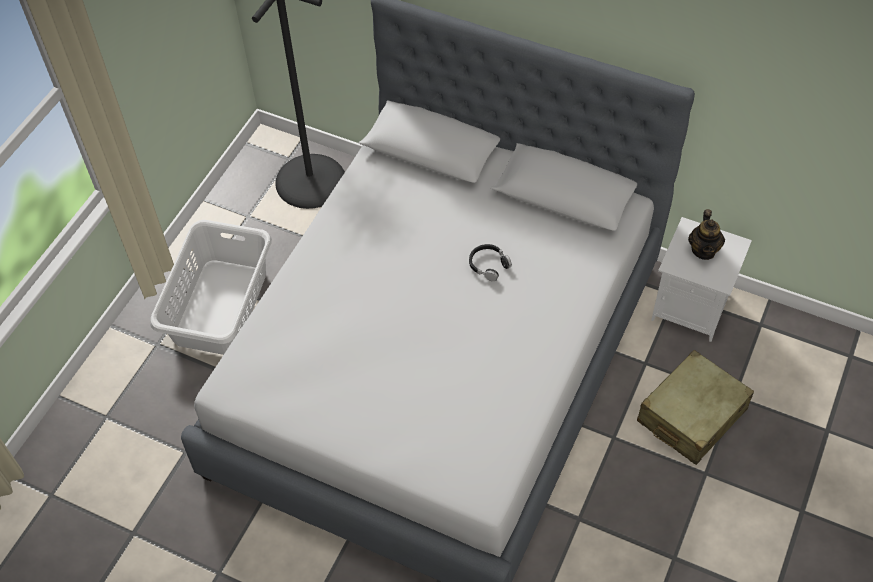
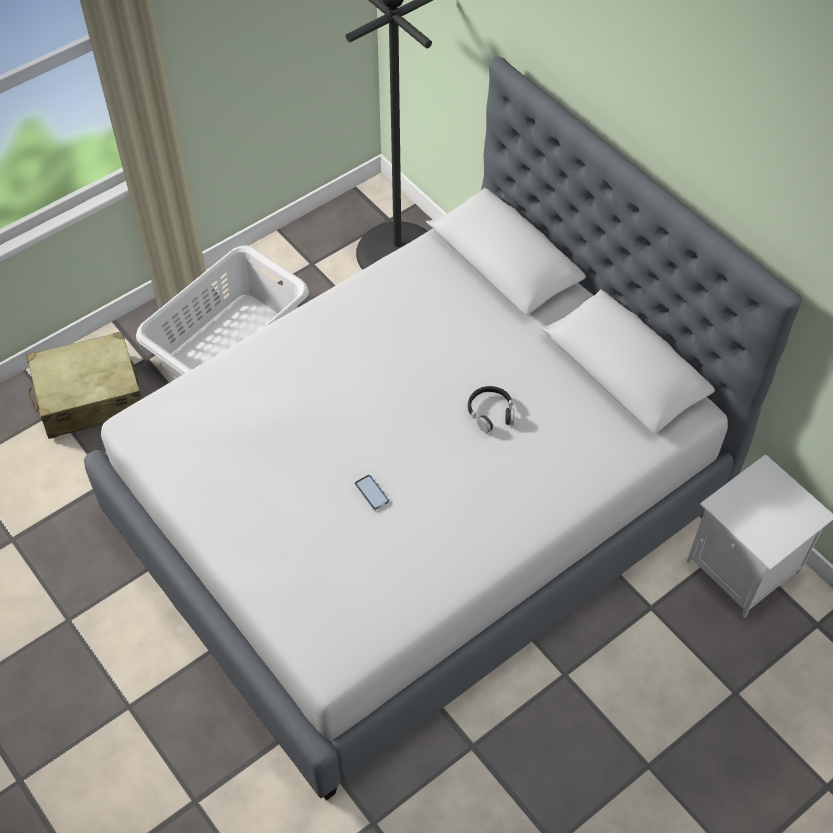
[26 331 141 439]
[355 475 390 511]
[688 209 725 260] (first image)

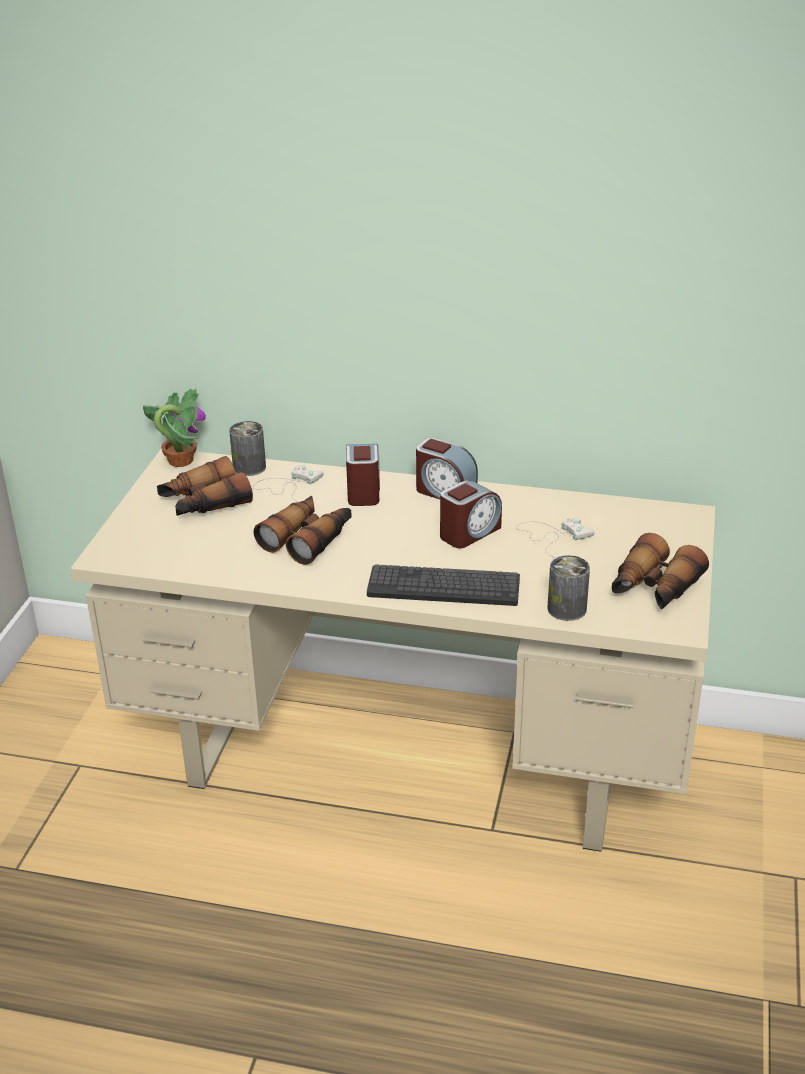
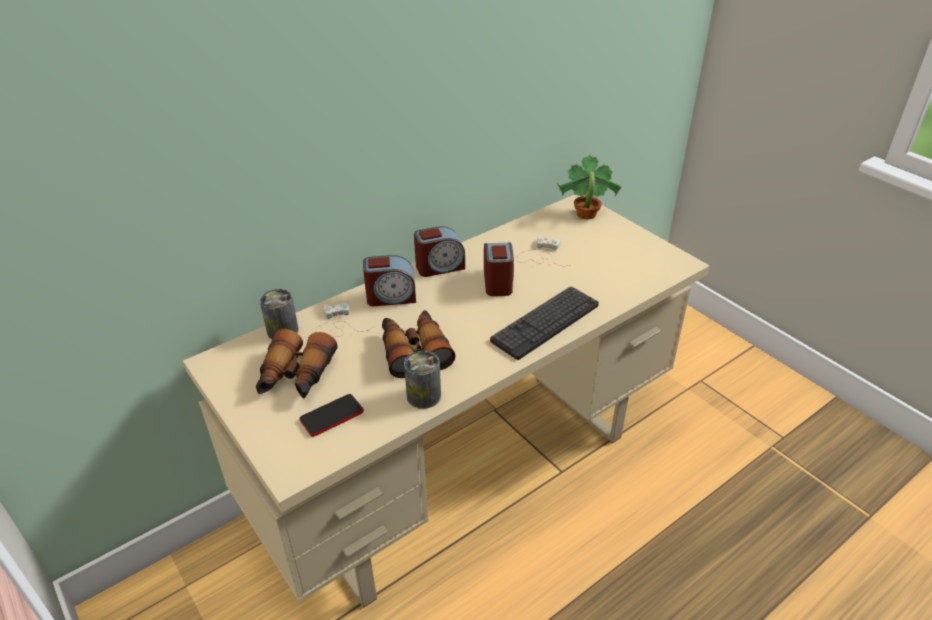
[299 394 364 437]
[363 255 416 306]
[404 351 441 409]
[556 155 623 220]
[612 533 709 609] (first image)

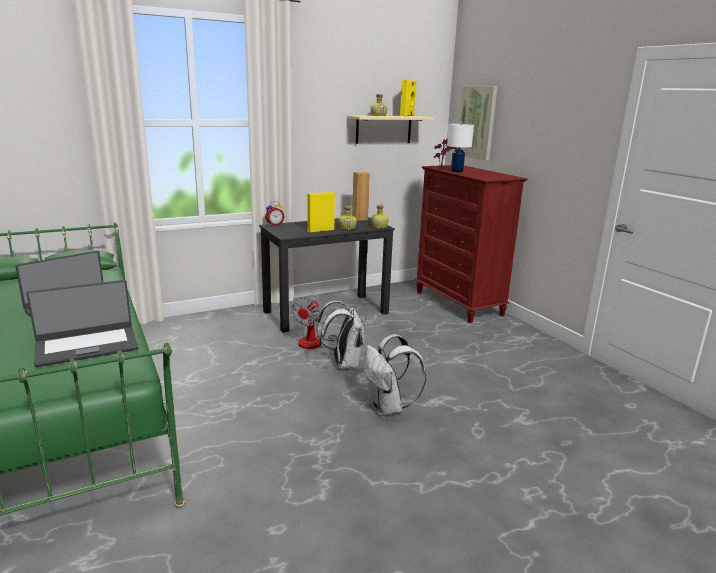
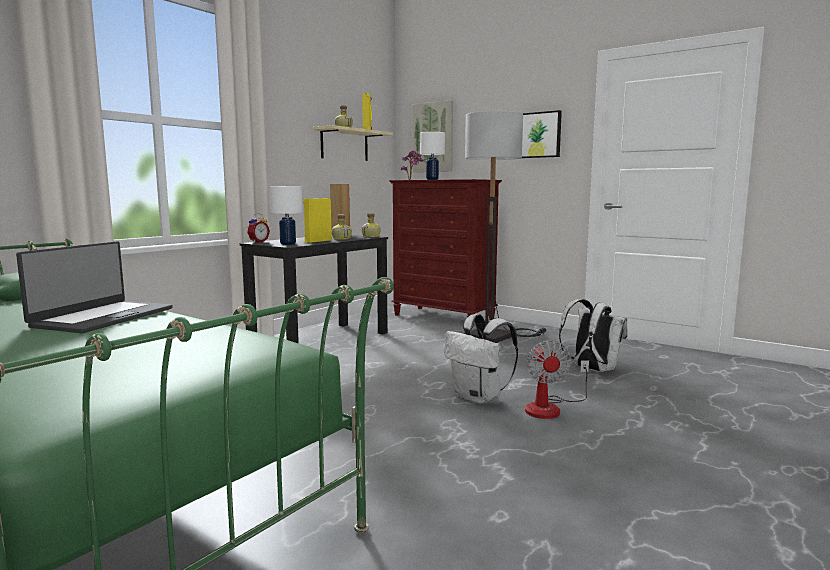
[270 185 303 245]
[464 111 546 343]
[522 110 562 158]
[525 340 589 419]
[559 299 628 372]
[26 280 138 367] (first image)

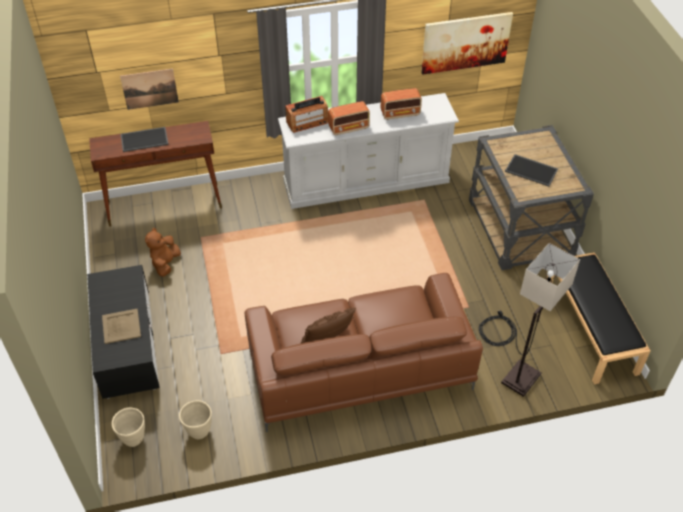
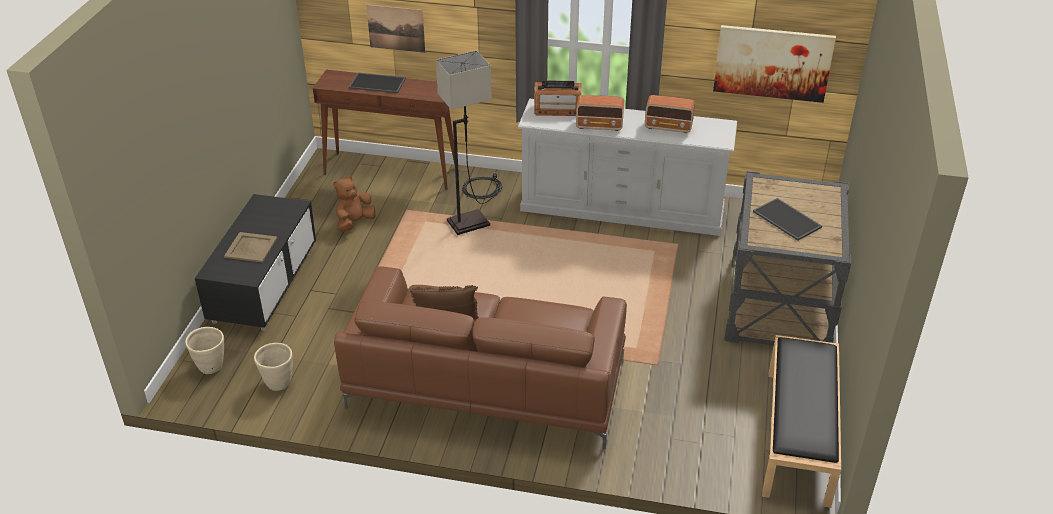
[436 50 502 235]

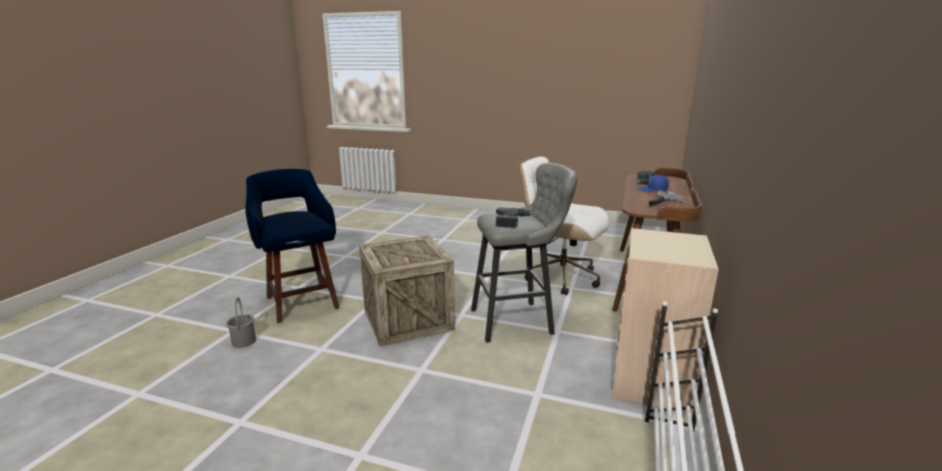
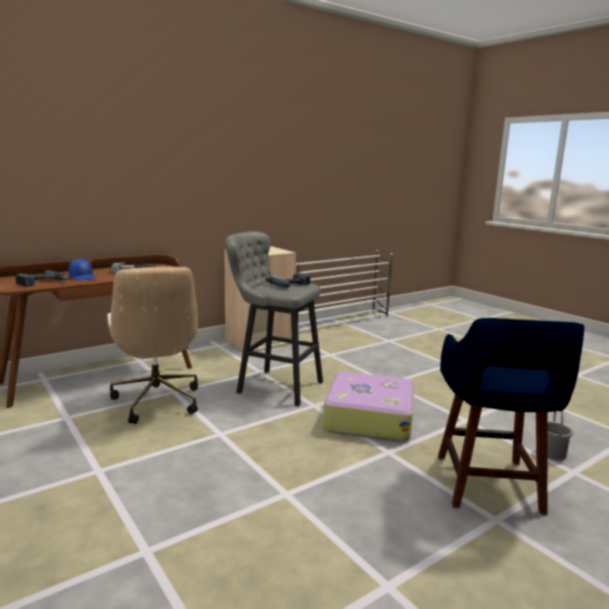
[323 372 415 442]

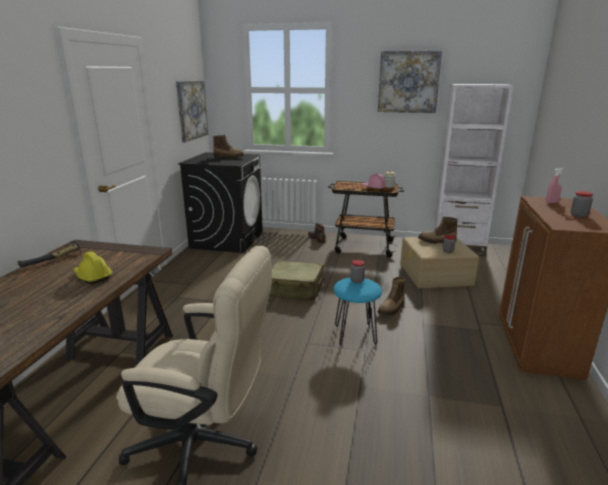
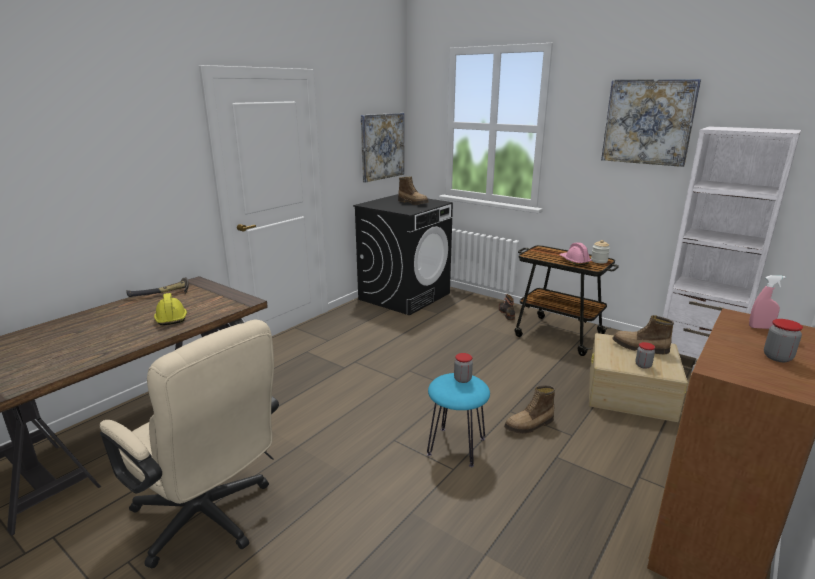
[269 261 324 300] (first image)

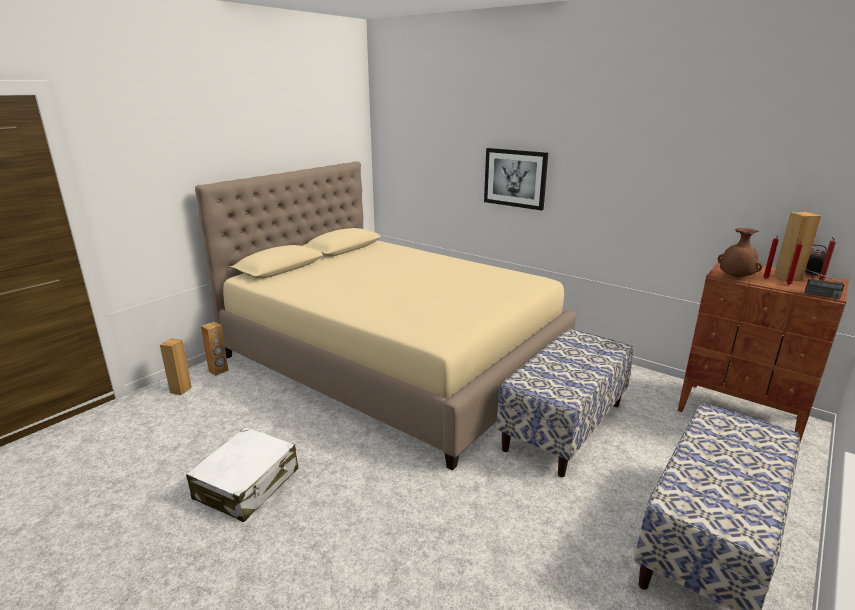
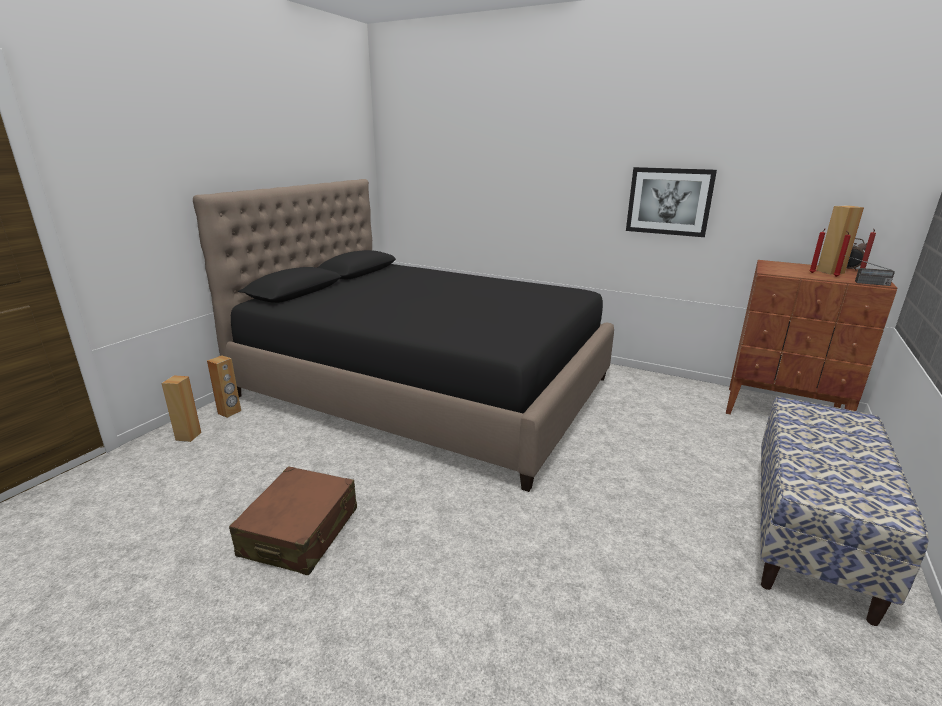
[193 179 614 492]
[229 466 357 575]
[626 167 717 237]
[497 329 633 477] (first image)
[718 228 763 277] (first image)

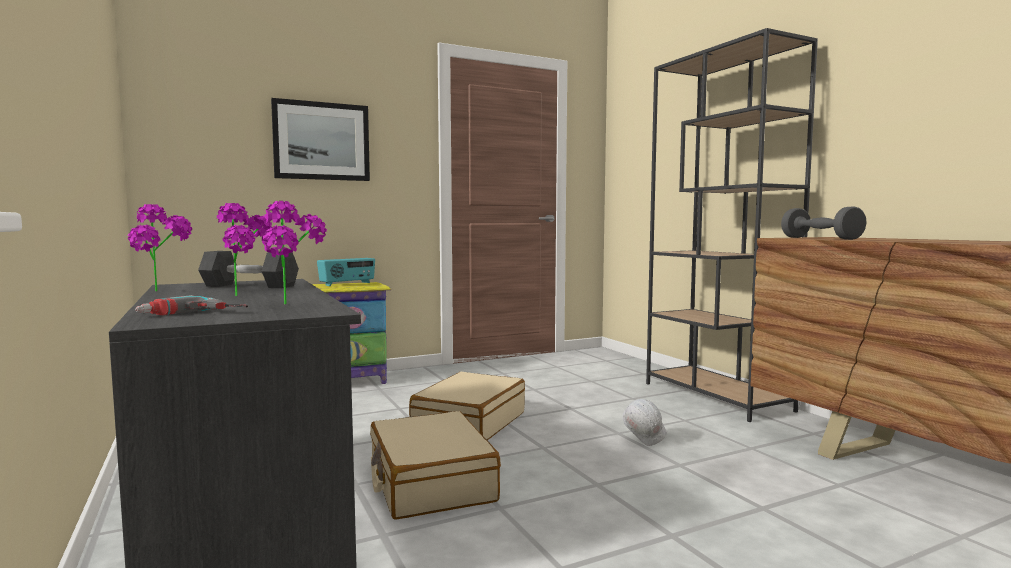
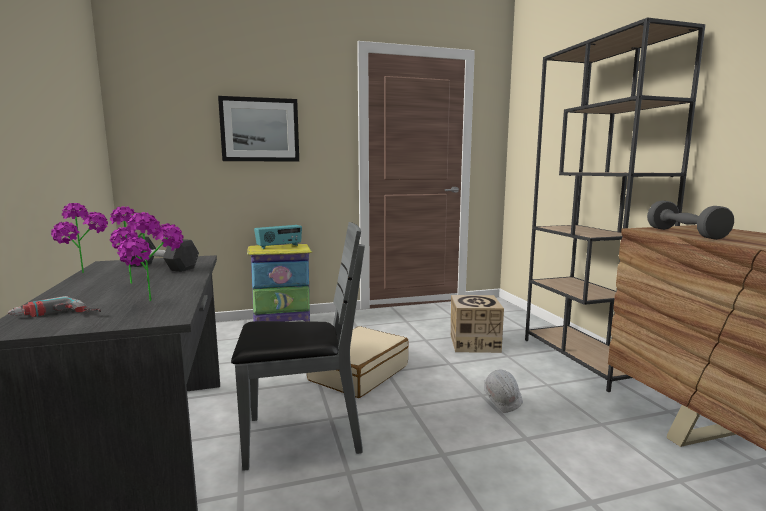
[231 222 365 471]
[451 295 504 353]

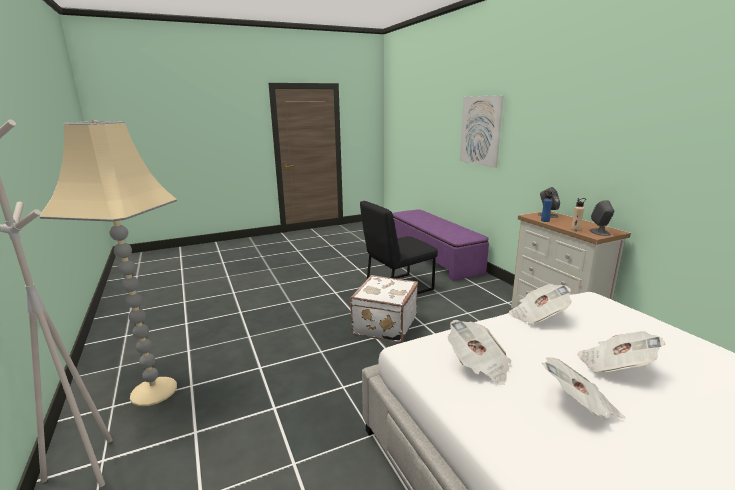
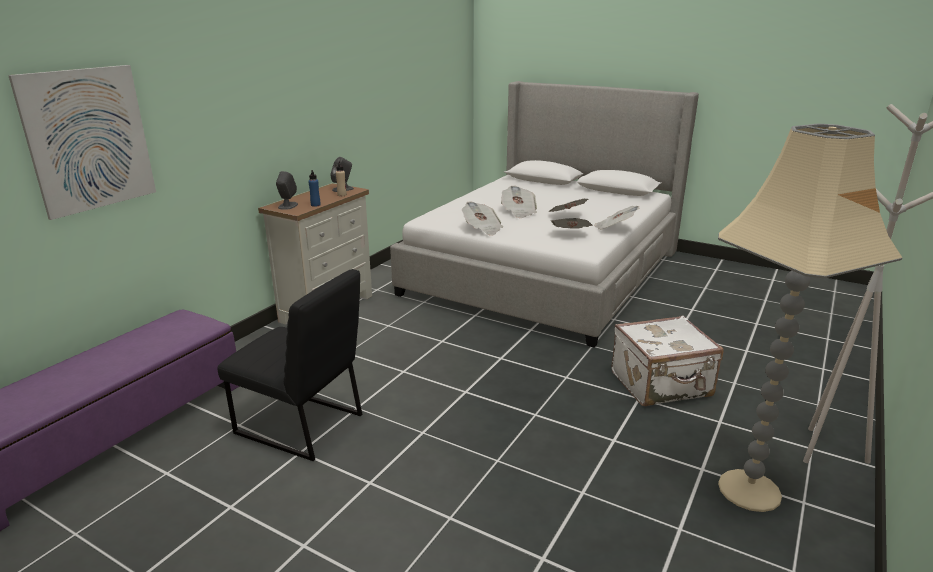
[594 206 640 230]
[612 315 724 406]

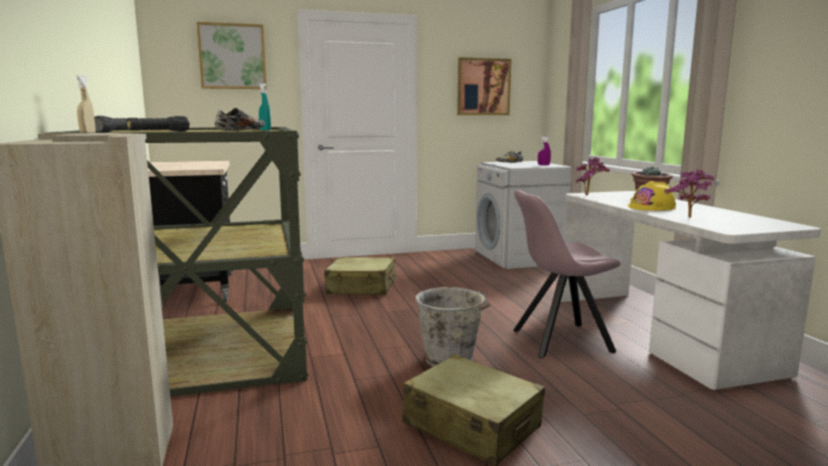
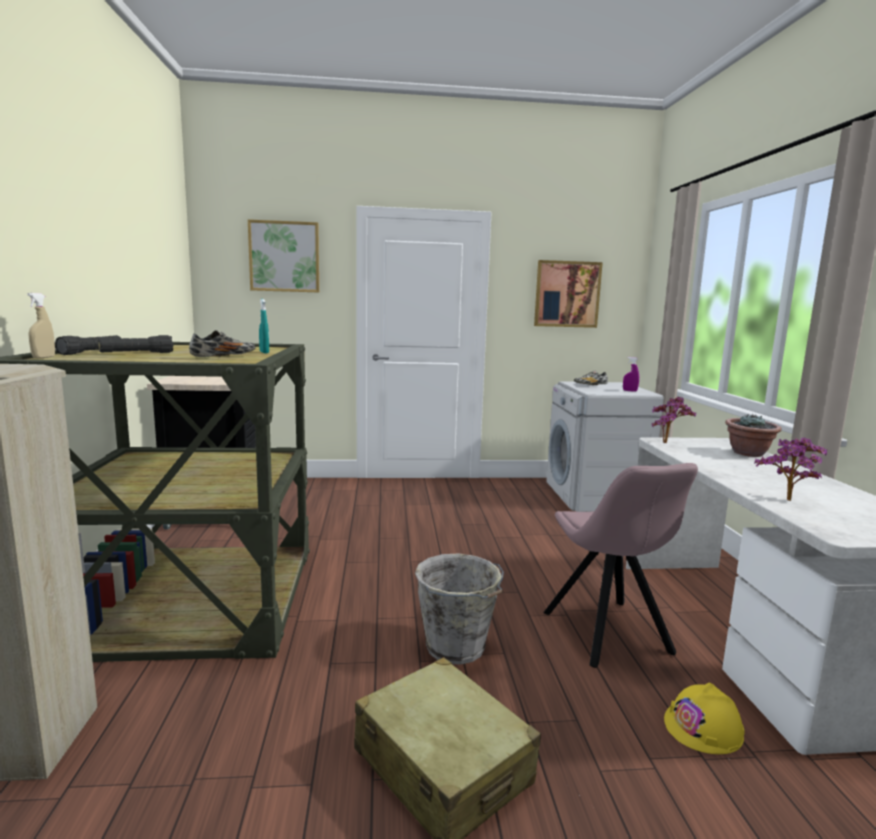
[543 463 698 668]
[664 683 745 754]
[324 257 396 295] (first image)

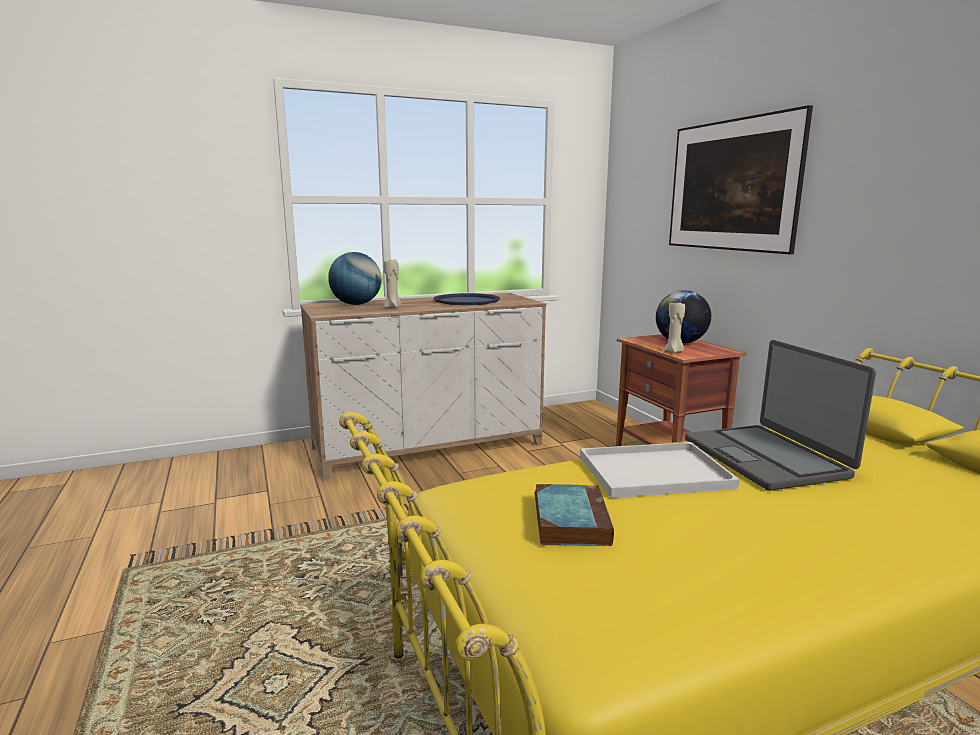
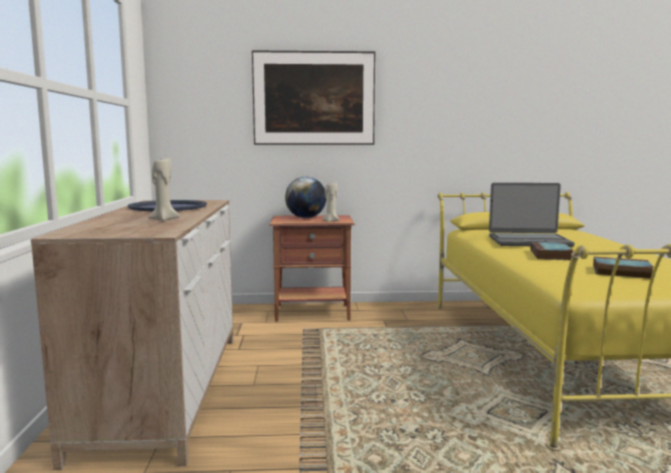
[530 242 573 260]
[328 252 382 305] (first image)

